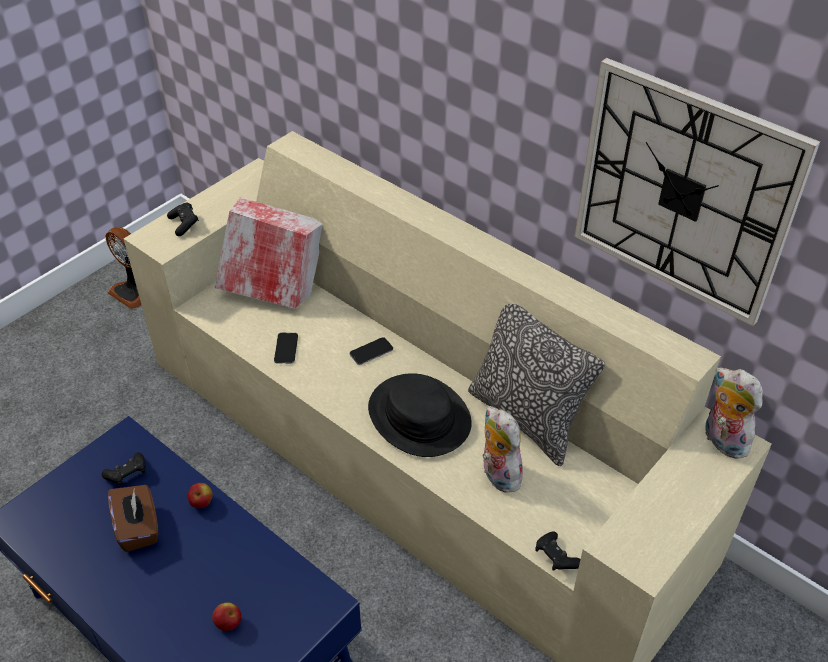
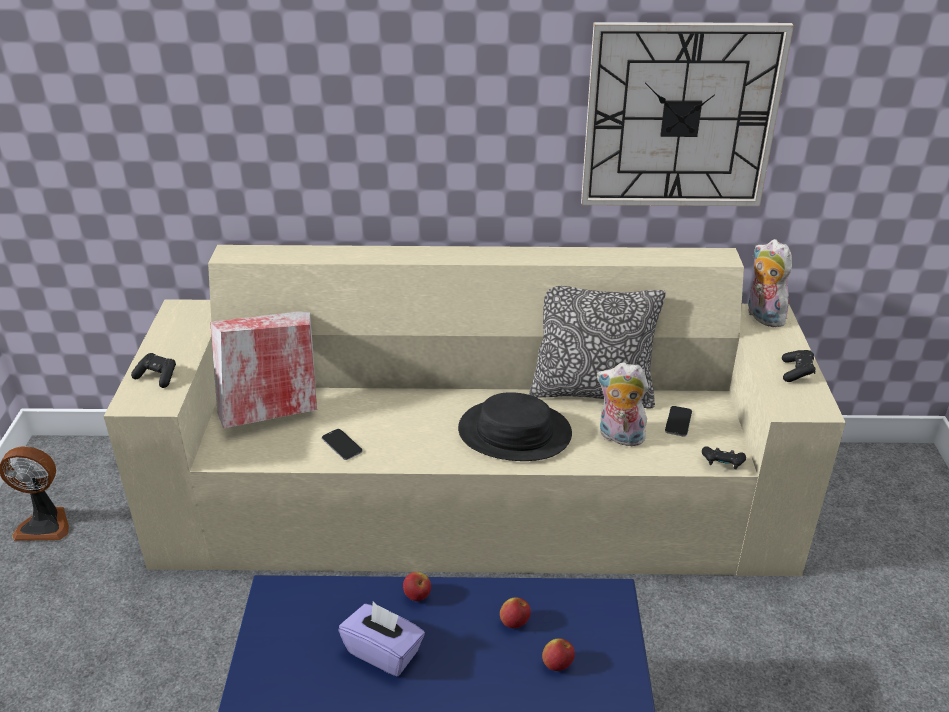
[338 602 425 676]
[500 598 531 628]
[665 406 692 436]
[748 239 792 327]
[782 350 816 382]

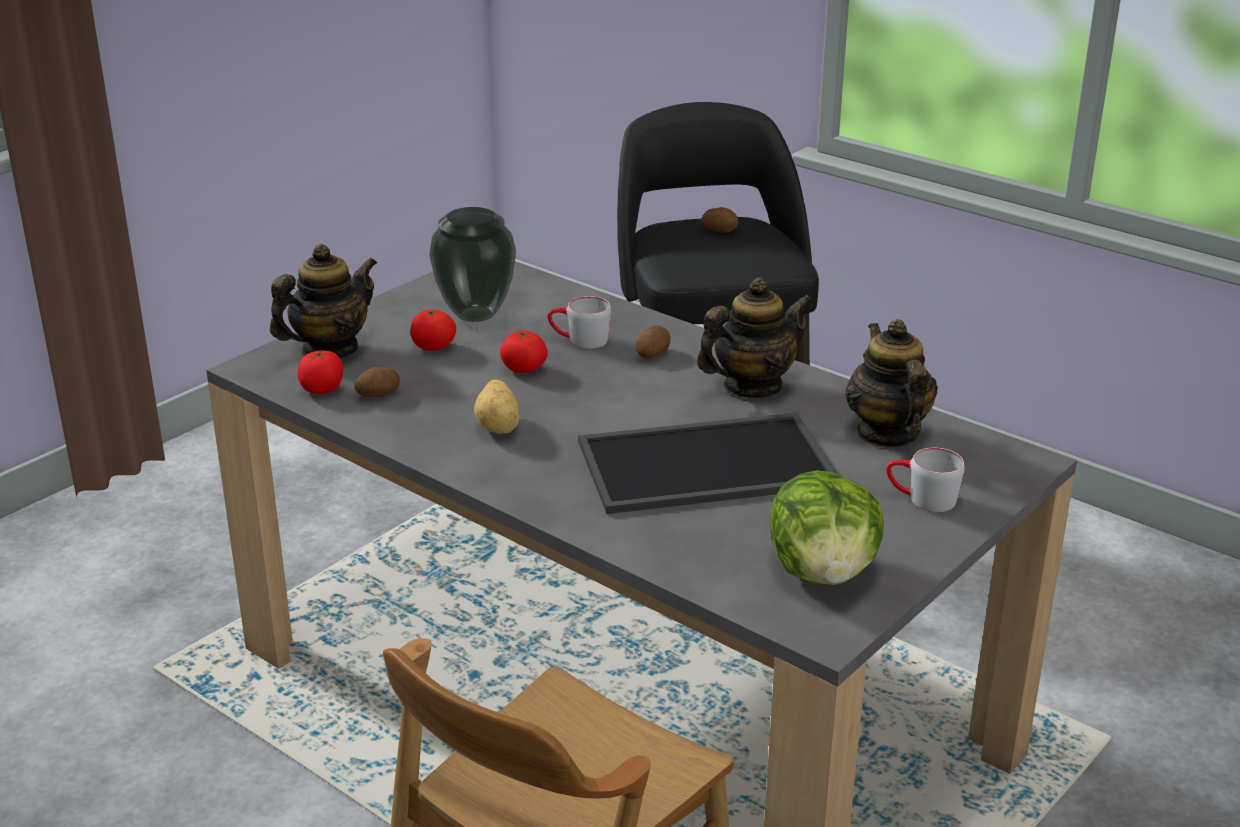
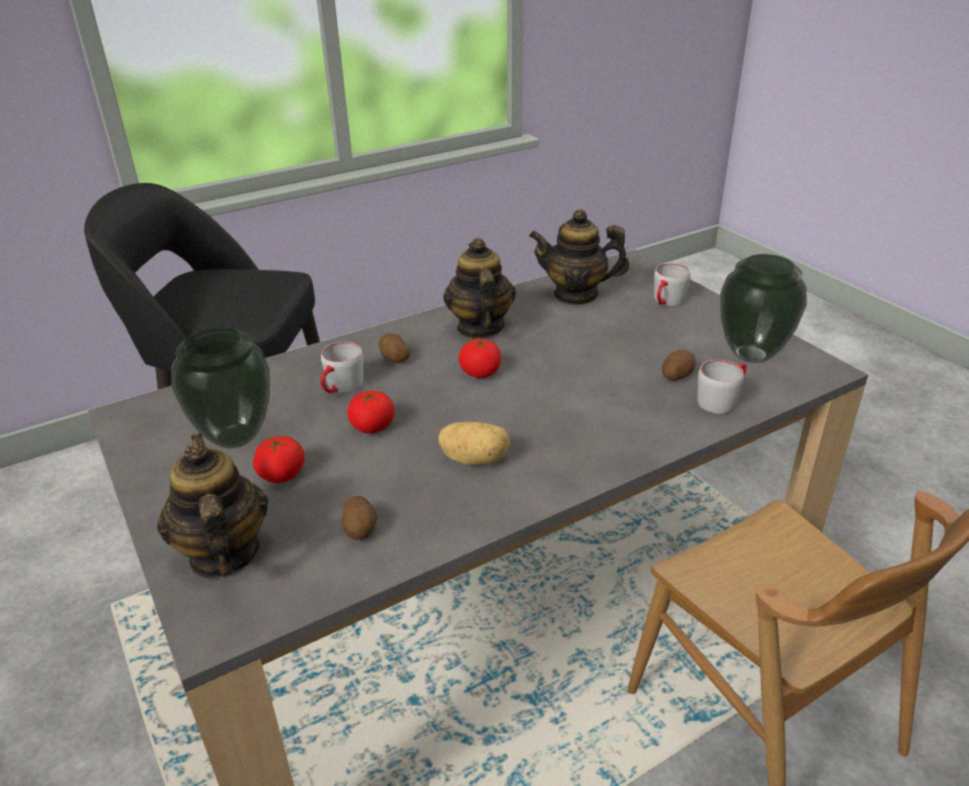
[458 339 501 378]
[662 350 696 380]
[697 360 746 414]
[720 254 807 363]
[578 412 837 514] (first image)

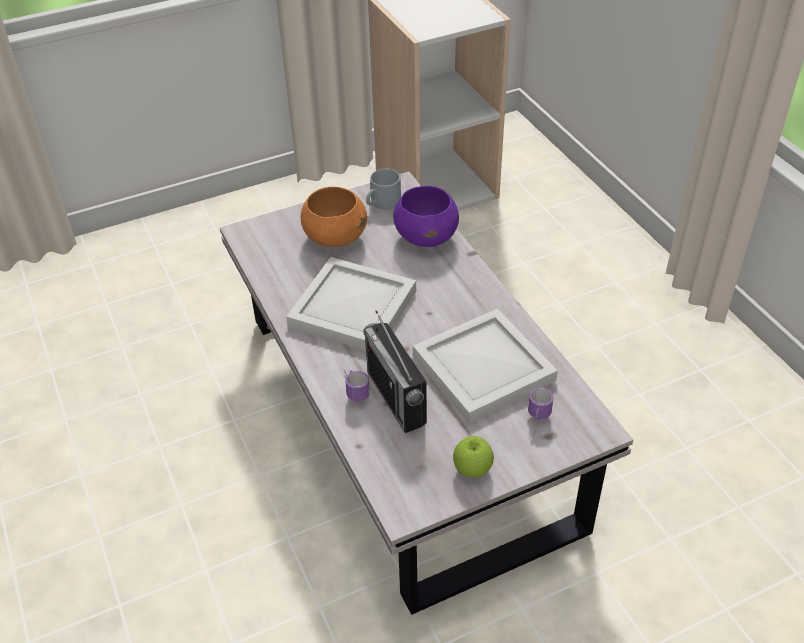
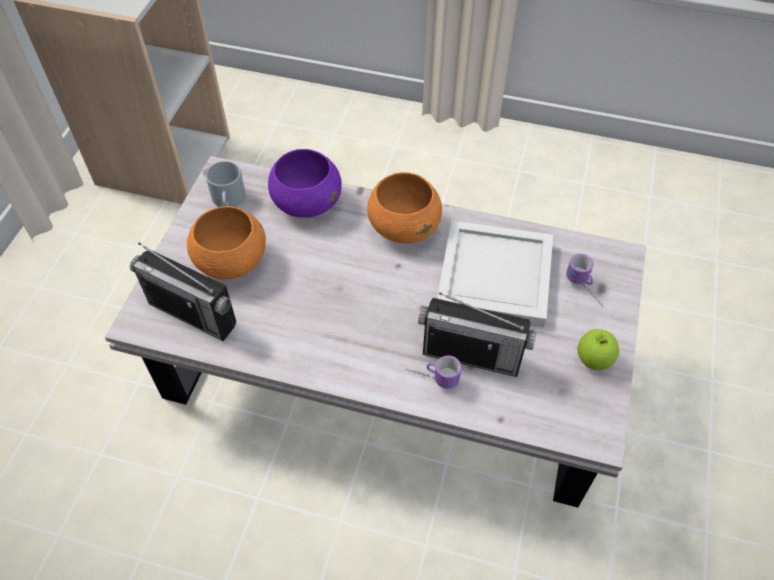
[130 243 236 341]
[367 172 442 243]
[286 257 416 350] (first image)

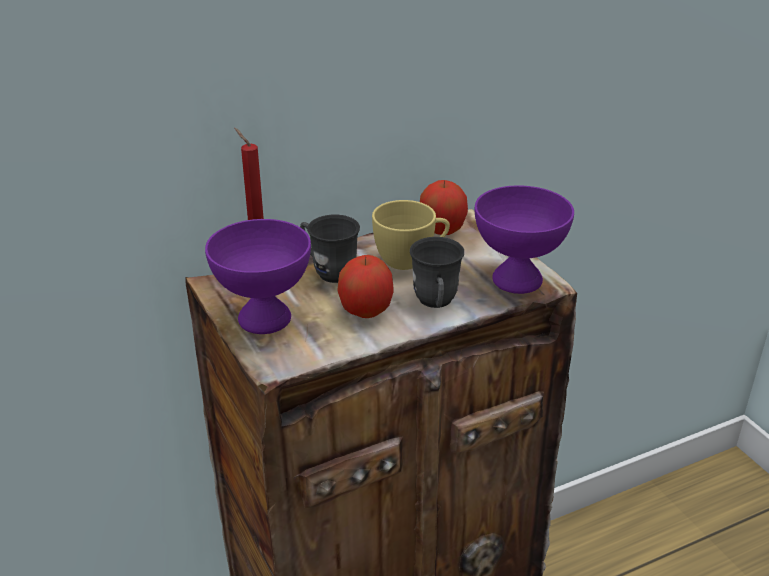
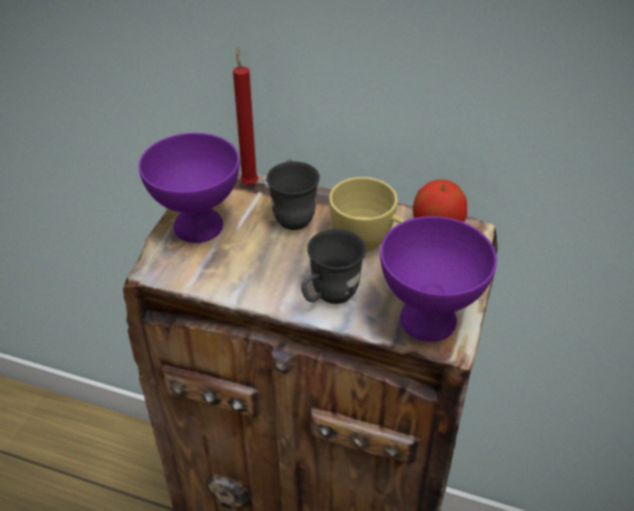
[337 255 393 318] (first image)

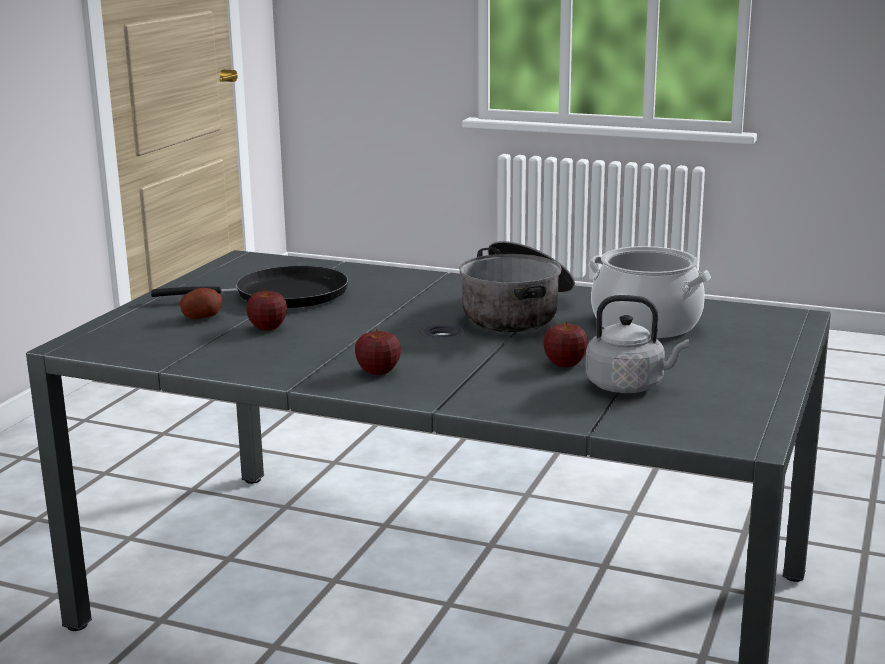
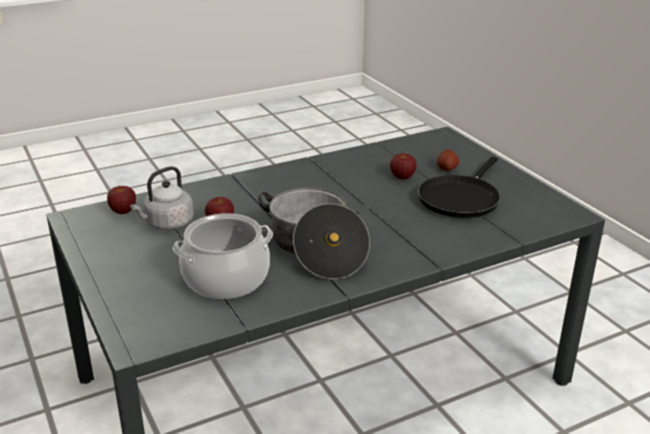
[107 185 136 214]

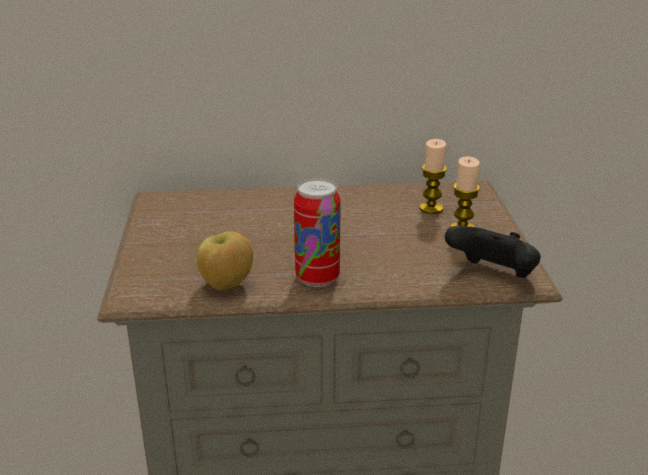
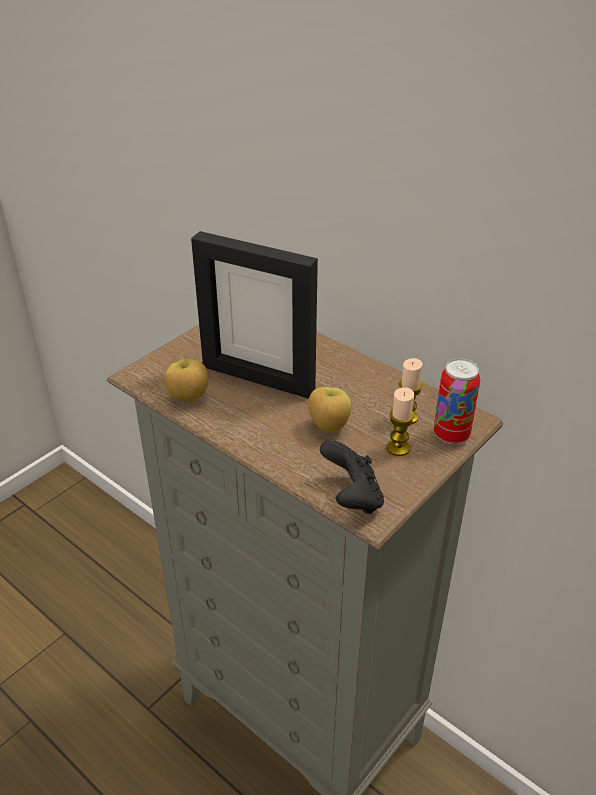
[191 231 318 399]
[308 387 351 432]
[434 359 480 444]

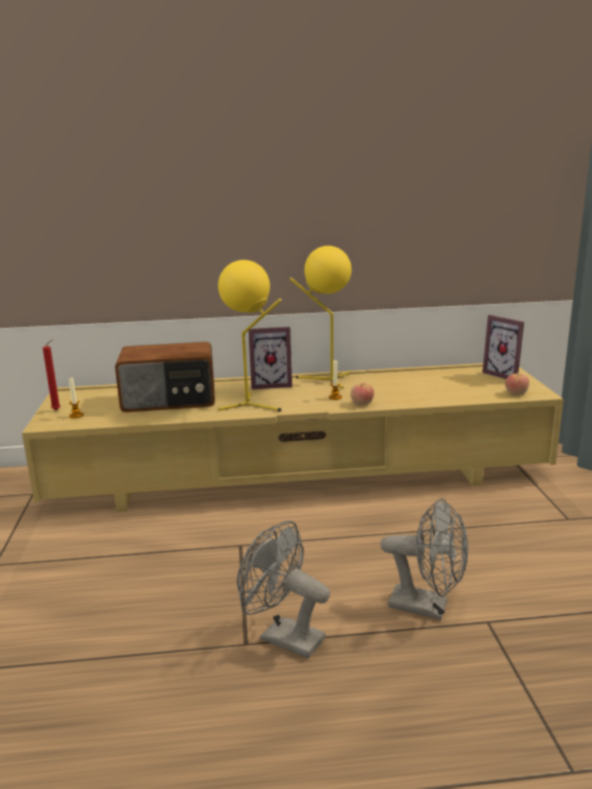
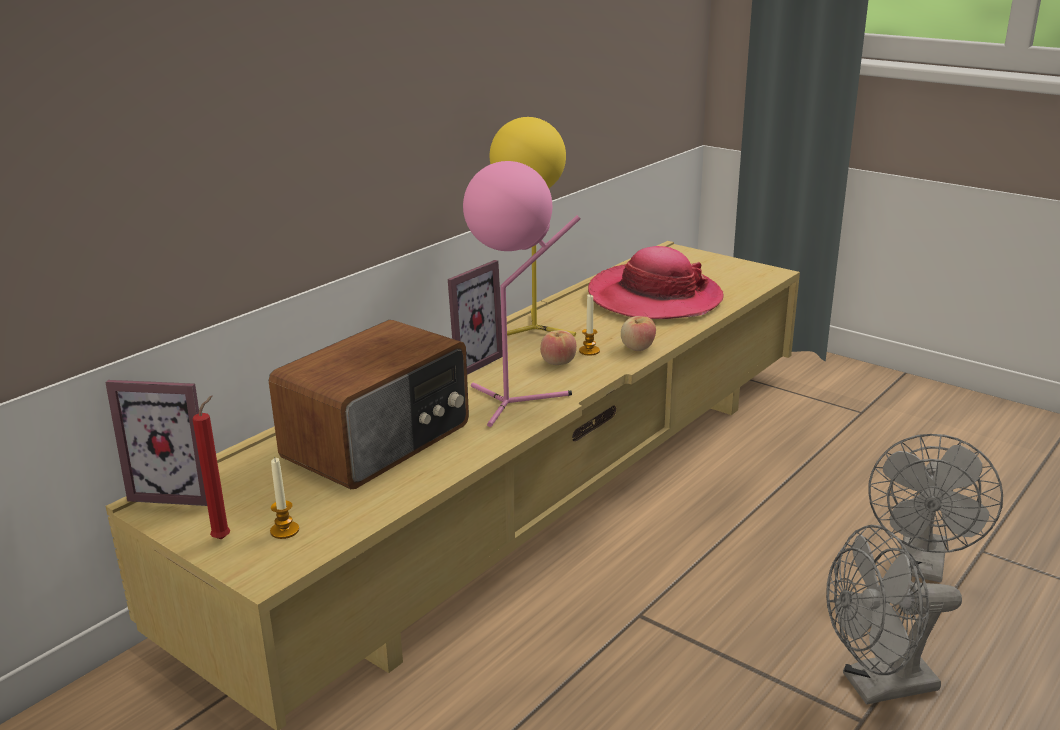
[105 380 207 506]
[463 161 580 427]
[540 330 577 365]
[588 246 724 319]
[868 434 1003 582]

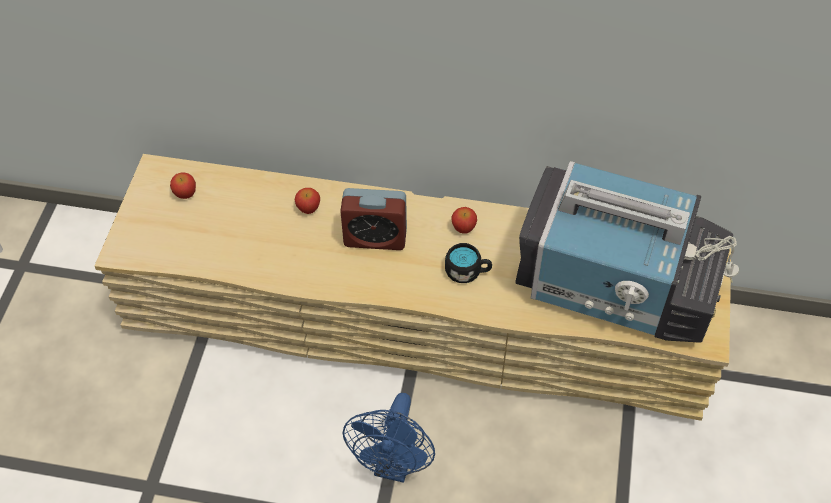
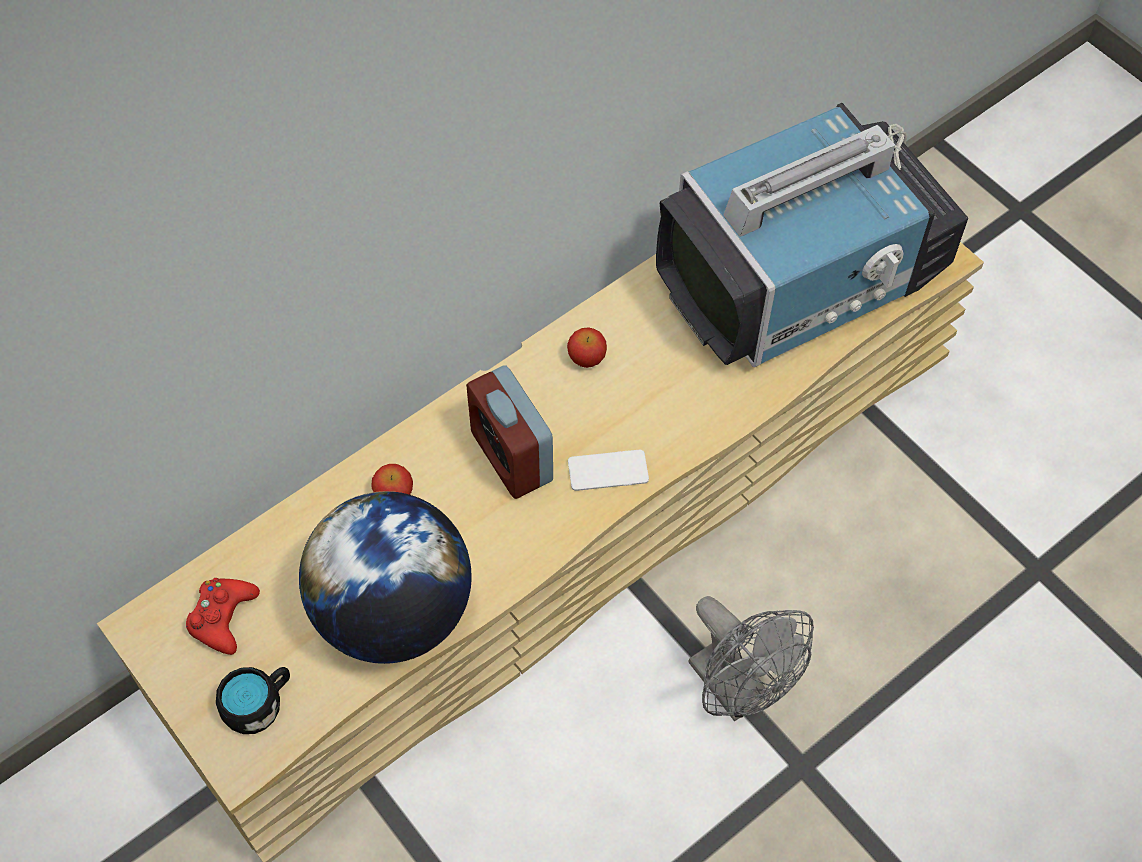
[186 578 260 655]
[216 667 290 734]
[299 491 471 664]
[466 366 553 499]
[568 450 649 491]
[689 596 814 721]

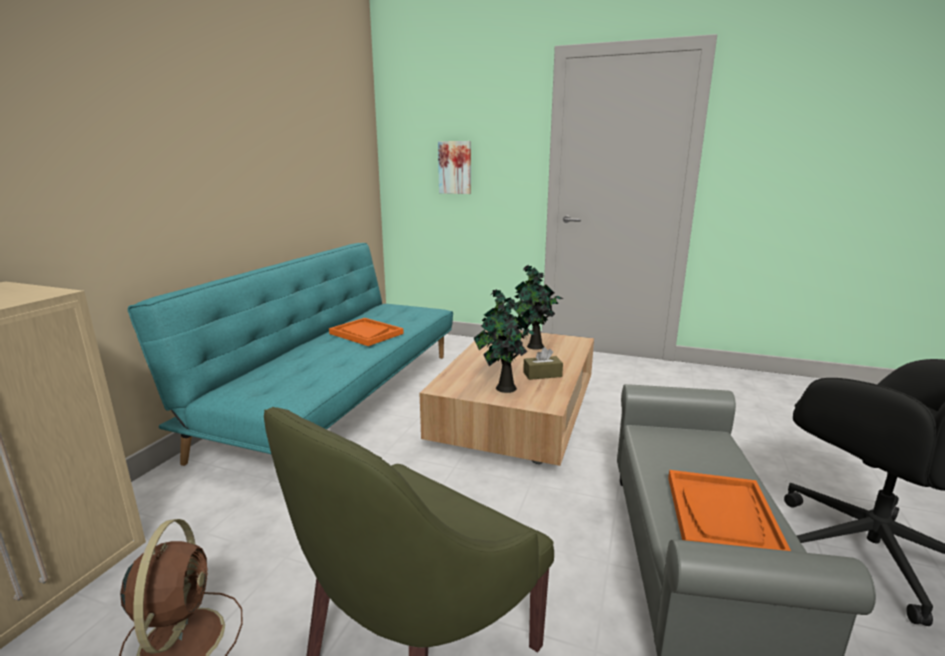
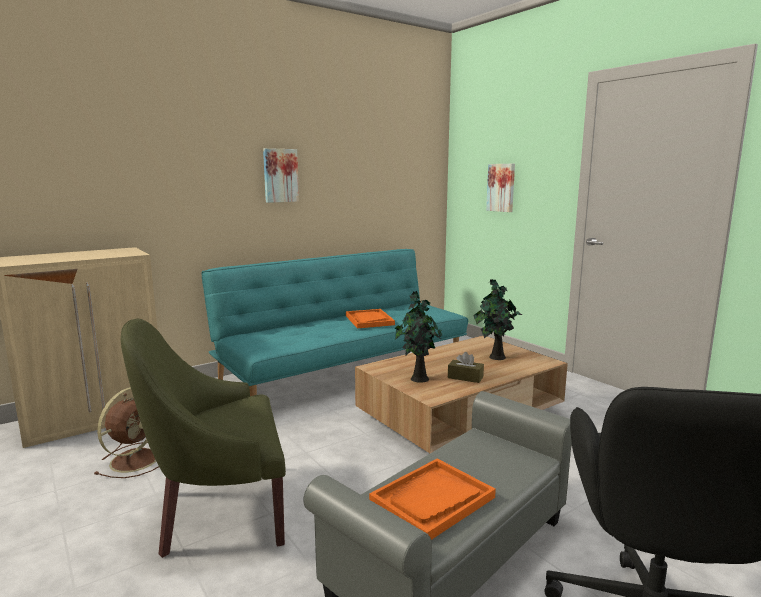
[263 148 299 203]

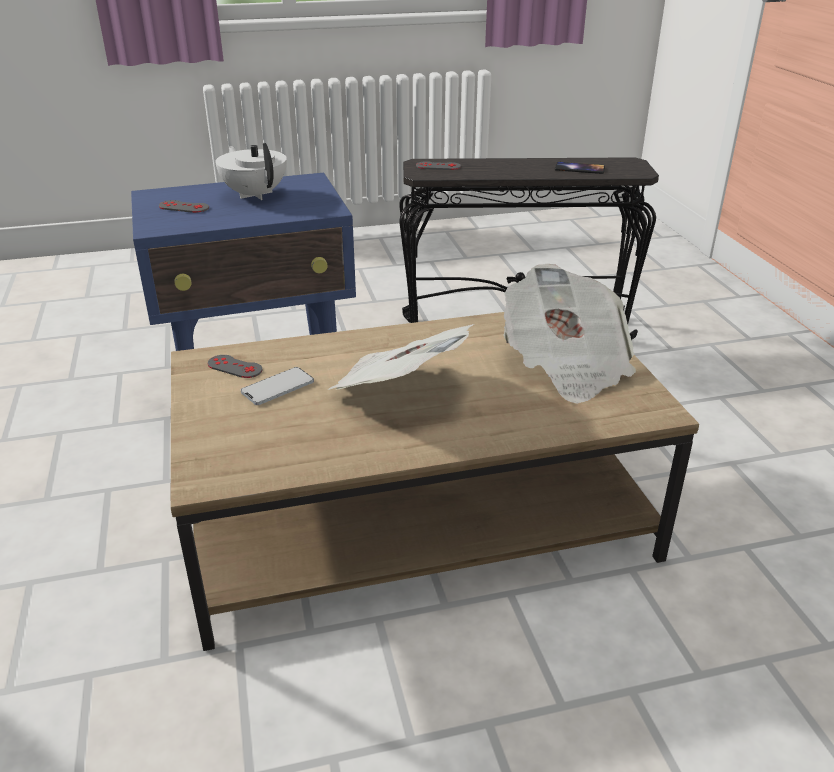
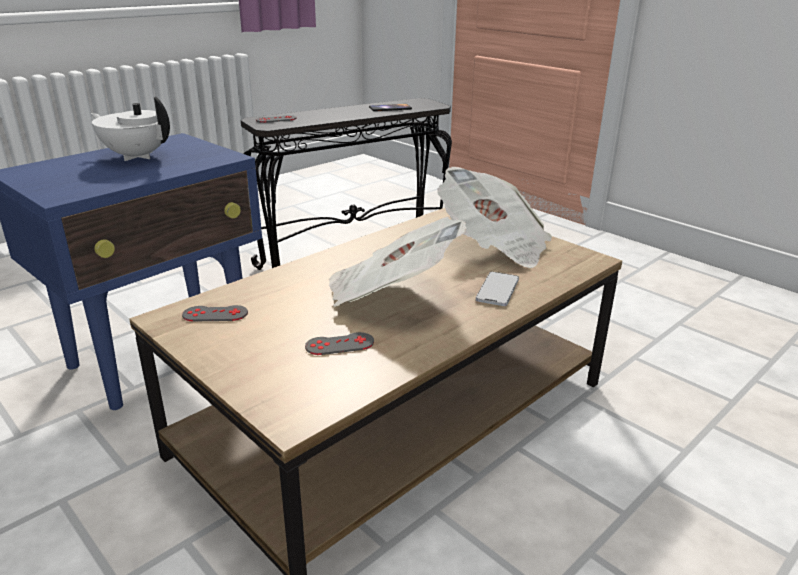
[305 332 374 355]
[476 272 519 306]

